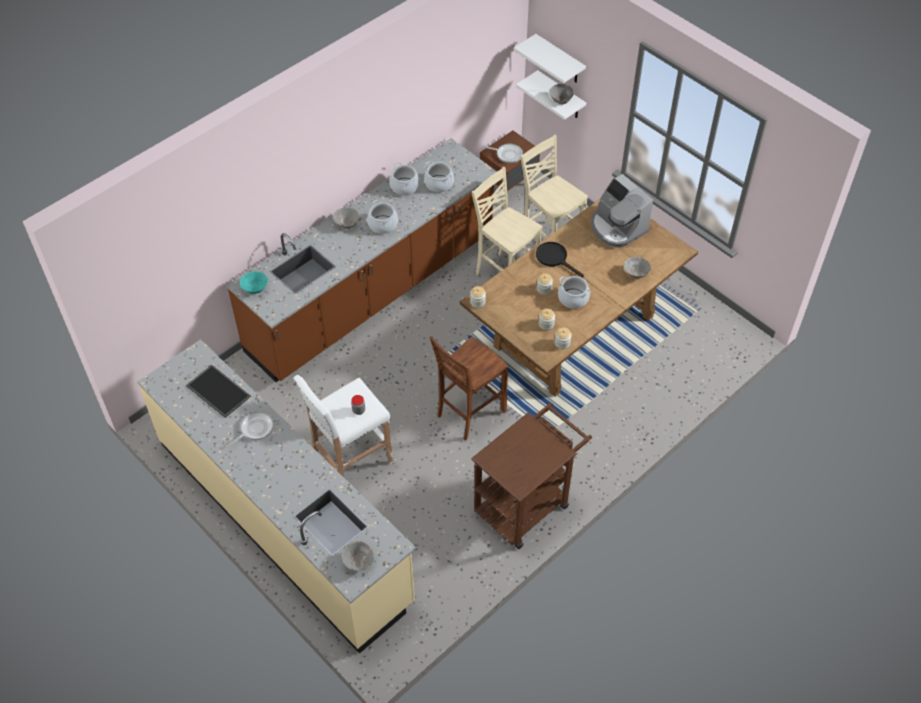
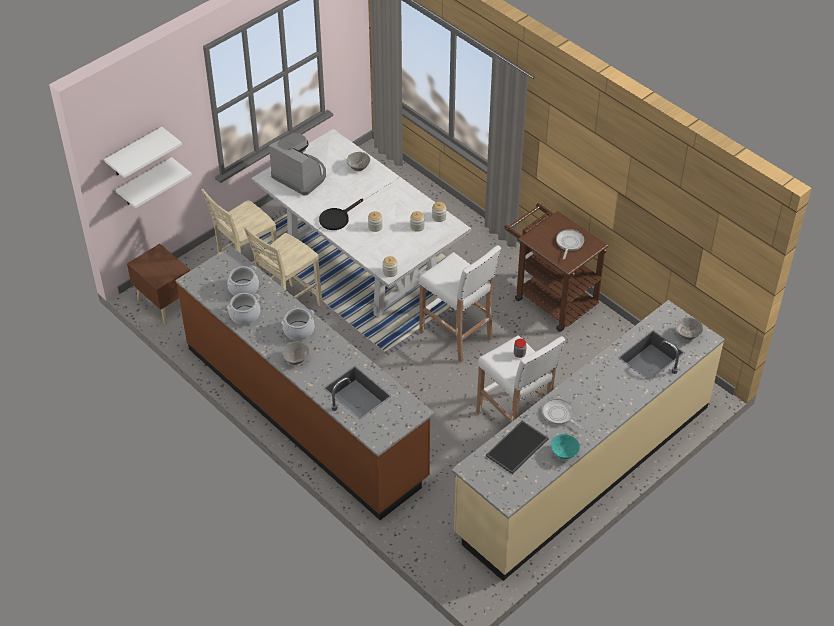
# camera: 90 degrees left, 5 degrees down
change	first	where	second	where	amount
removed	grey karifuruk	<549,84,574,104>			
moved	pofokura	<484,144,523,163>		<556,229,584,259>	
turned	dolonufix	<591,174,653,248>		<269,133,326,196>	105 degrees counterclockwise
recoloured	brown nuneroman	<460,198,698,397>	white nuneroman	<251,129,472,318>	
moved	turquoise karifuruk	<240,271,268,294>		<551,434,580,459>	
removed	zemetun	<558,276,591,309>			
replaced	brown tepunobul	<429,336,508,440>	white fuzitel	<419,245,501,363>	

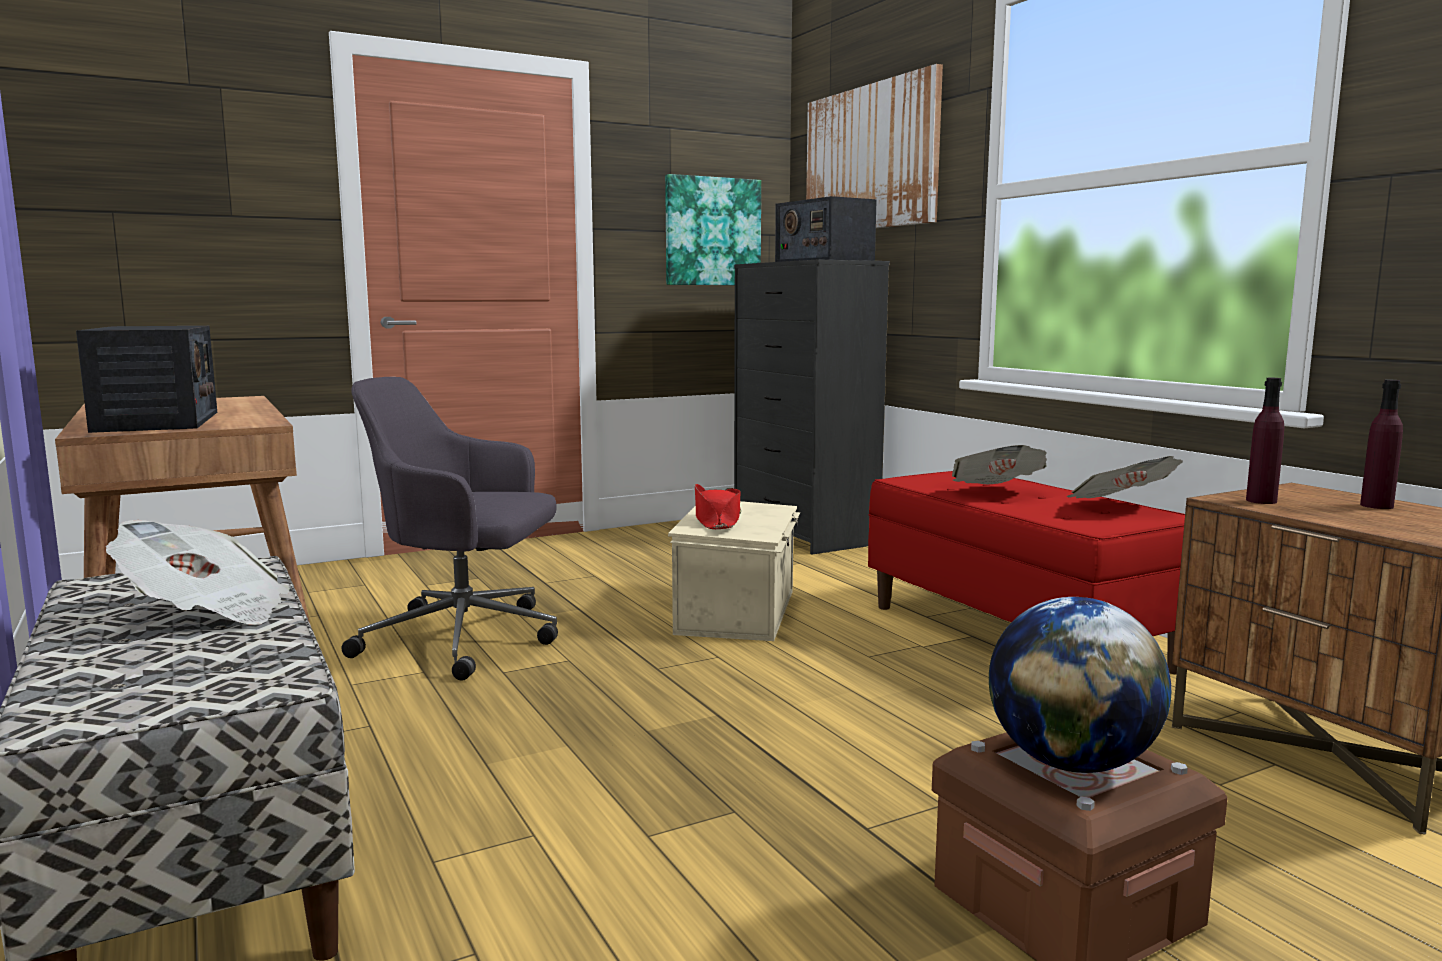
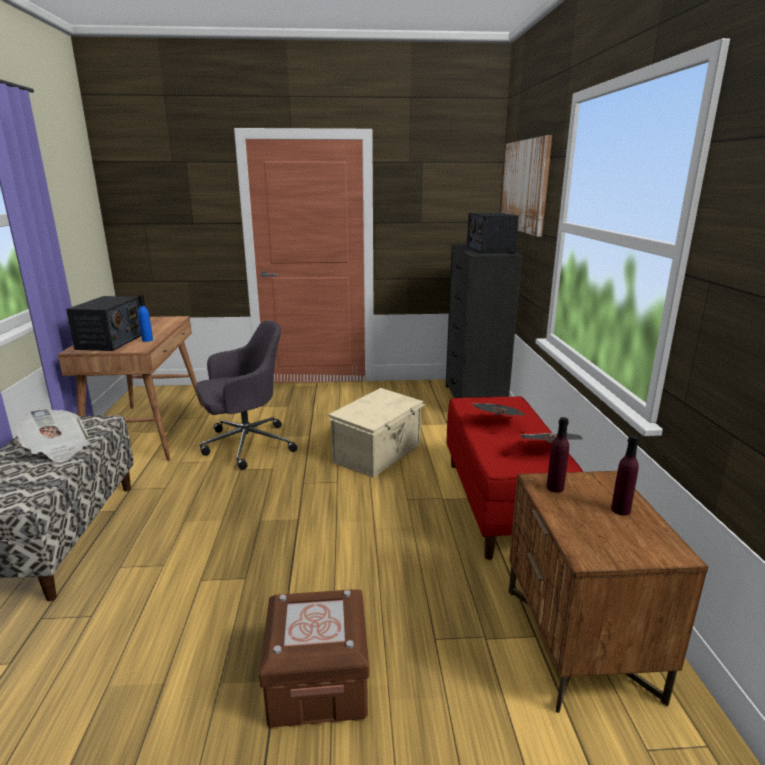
# camera: 25 degrees right, 10 degrees up
change	first	where	second	where	amount
removed	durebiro	<665,174,761,285>			
turned	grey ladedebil	<341,377,558,681>		<196,320,297,470>	120 degrees clockwise
removed	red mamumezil	<695,484,741,529>			
removed	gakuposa	<989,597,1171,773>			
added			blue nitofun	<138,295,153,342>	

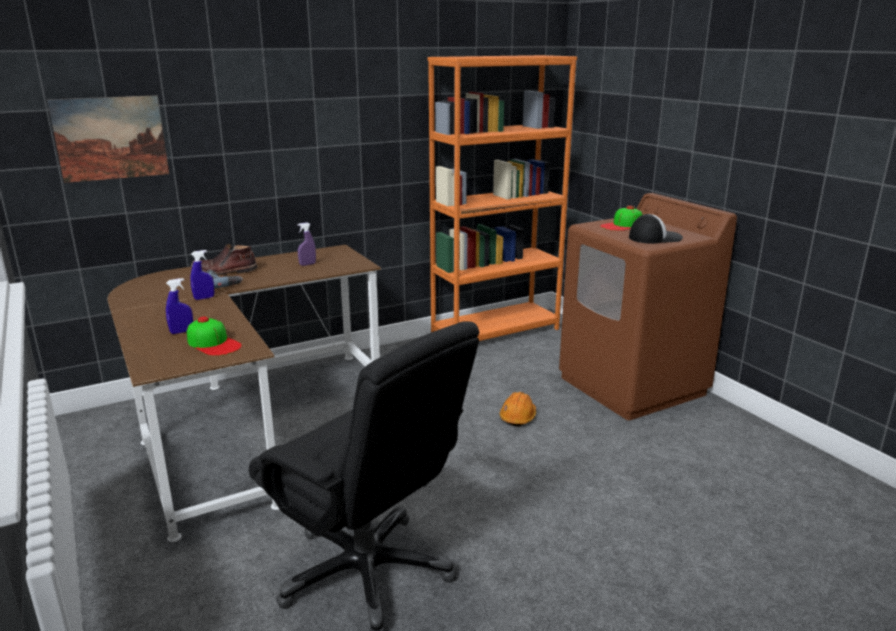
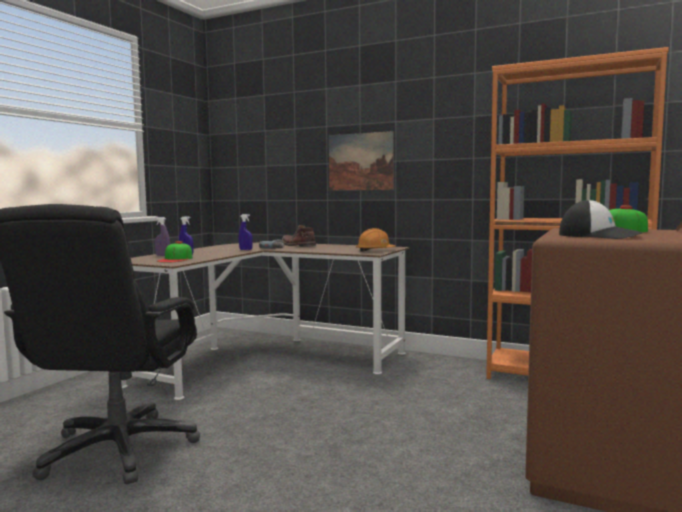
# camera: 55 degrees right, 15 degrees down
change	first	where	second	where	amount
moved	durebiro	<47,96,169,183>		<329,131,394,191>	
moved	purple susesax	<298,223,316,266>		<155,217,170,256>	
moved	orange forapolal	<500,392,536,426>		<356,228,396,252>	

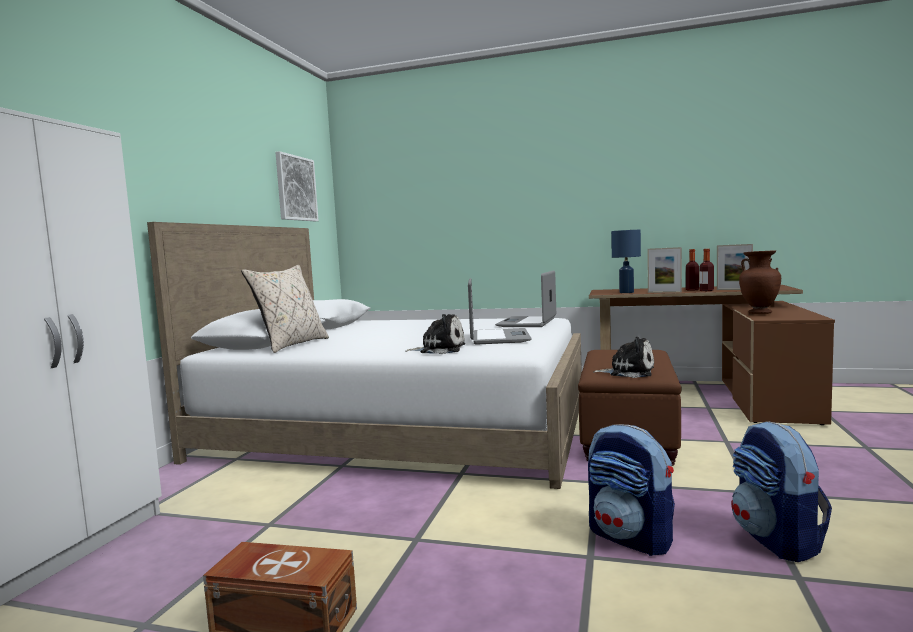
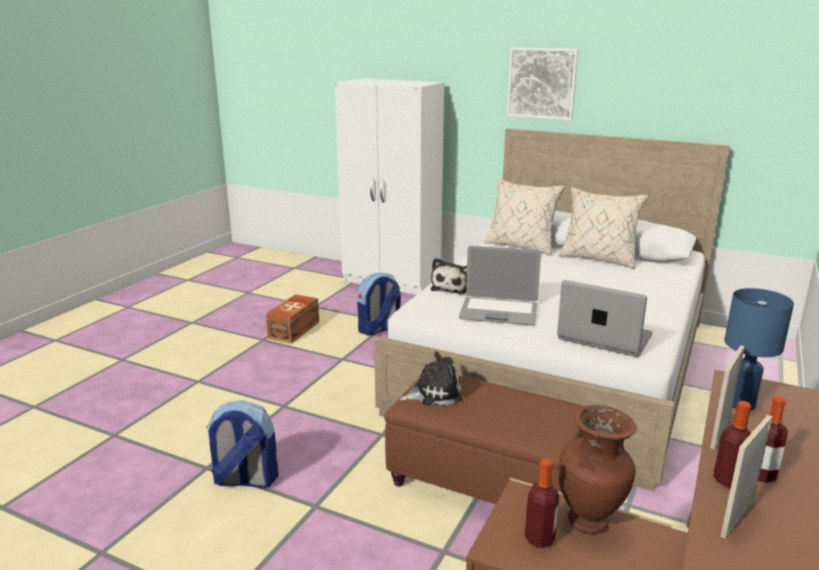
# camera: 100 degrees right, 15 degrees up
change	first	where	second	where	amount
moved	durebiro	<275,151,319,221>		<507,47,579,120>	
turned	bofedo	<593,337,654,378>		<400,351,463,405>	135 degrees counterclockwise
moved	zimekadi	<588,424,675,556>		<357,273,401,336>	
added			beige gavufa	<558,187,648,269>	
added			nitofun	<525,458,559,548>	

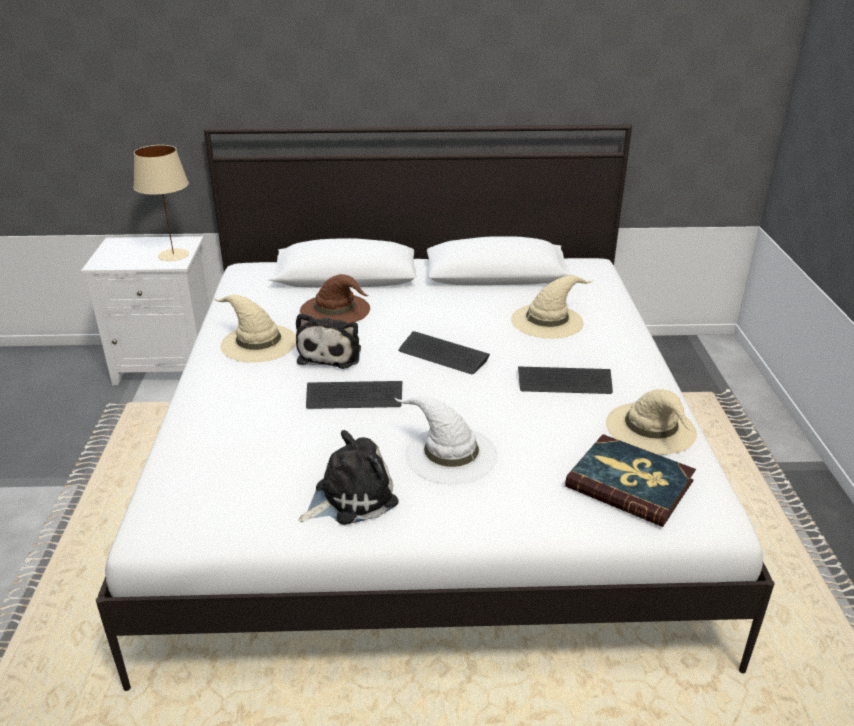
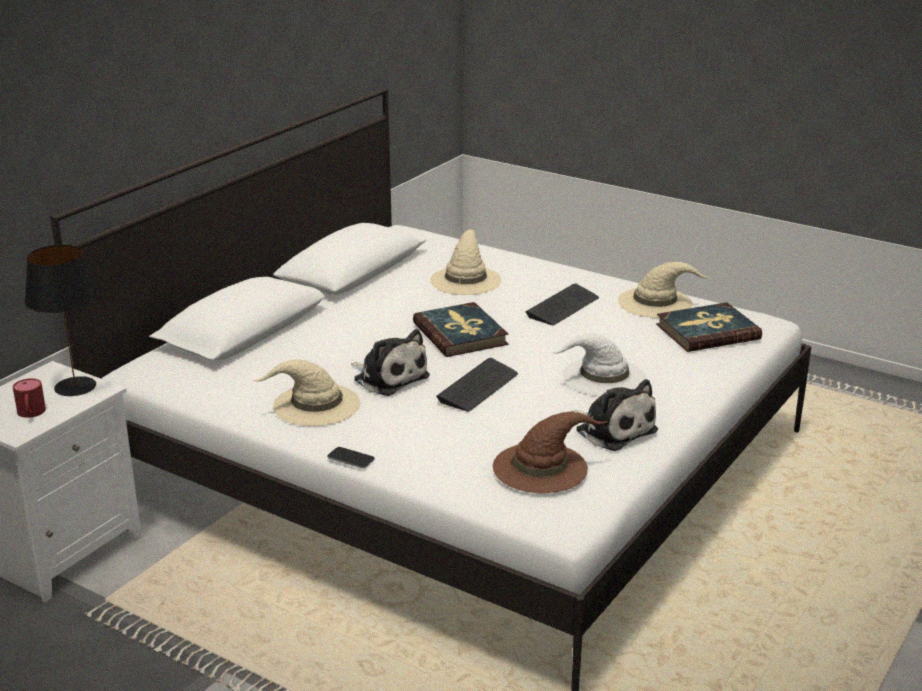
# camera: 55 degrees left, 5 degrees down
change	first	where	second	where	amount
recoloured	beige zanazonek	<133,145,189,261>	black zanazonek	<25,245,98,396>	
moved	brown mamumezil	<300,274,370,323>		<493,412,608,494>	
replaced	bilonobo	<399,331,490,374>	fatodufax	<413,302,508,357>	
turned	bofedo	<299,430,398,525>		<571,379,658,451>	135 degrees clockwise
added			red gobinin	<13,378,46,418>	
added			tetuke	<327,447,375,468>	

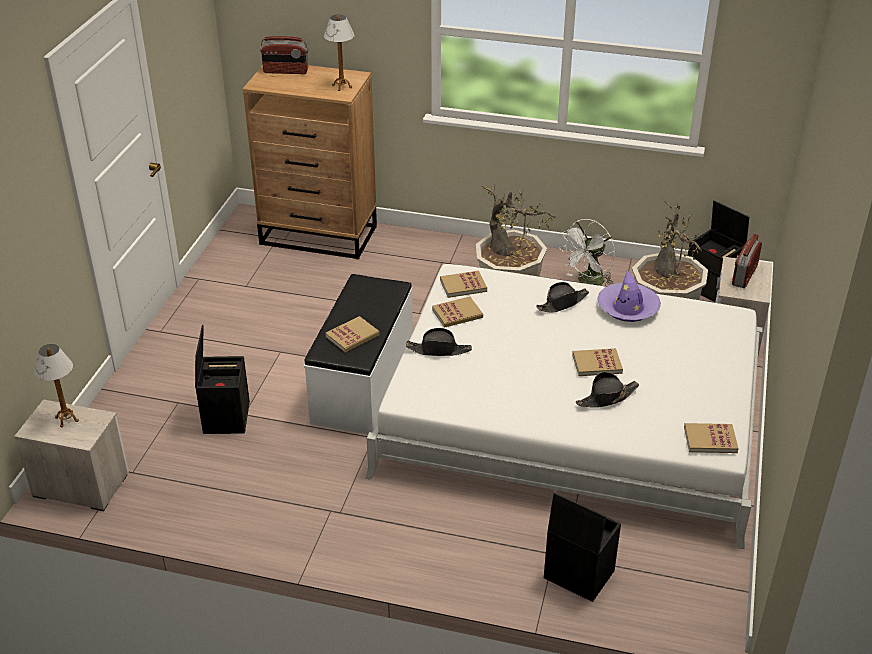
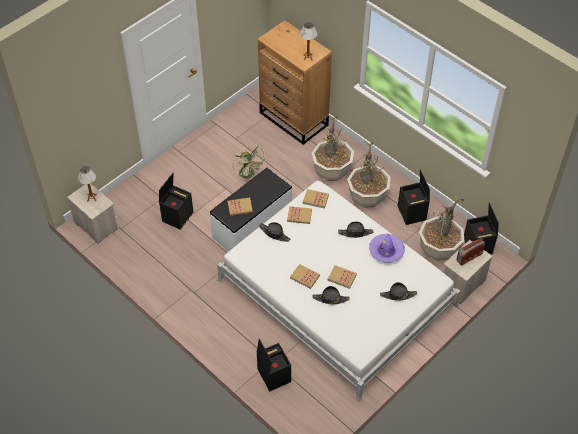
# camera: 30 degrees right, 15 degrees up
change	first	where	second	where	amount
removed	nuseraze	<260,36,308,74>			
replaced	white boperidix	<560,219,615,287>	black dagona	<398,169,430,225>	
moved	fatodufax	<684,423,739,453>		<290,264,320,289>	
added			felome	<312,115,354,181>	
added			green boperidix	<233,145,265,182>	
added			black mamumezil	<380,282,417,300>	

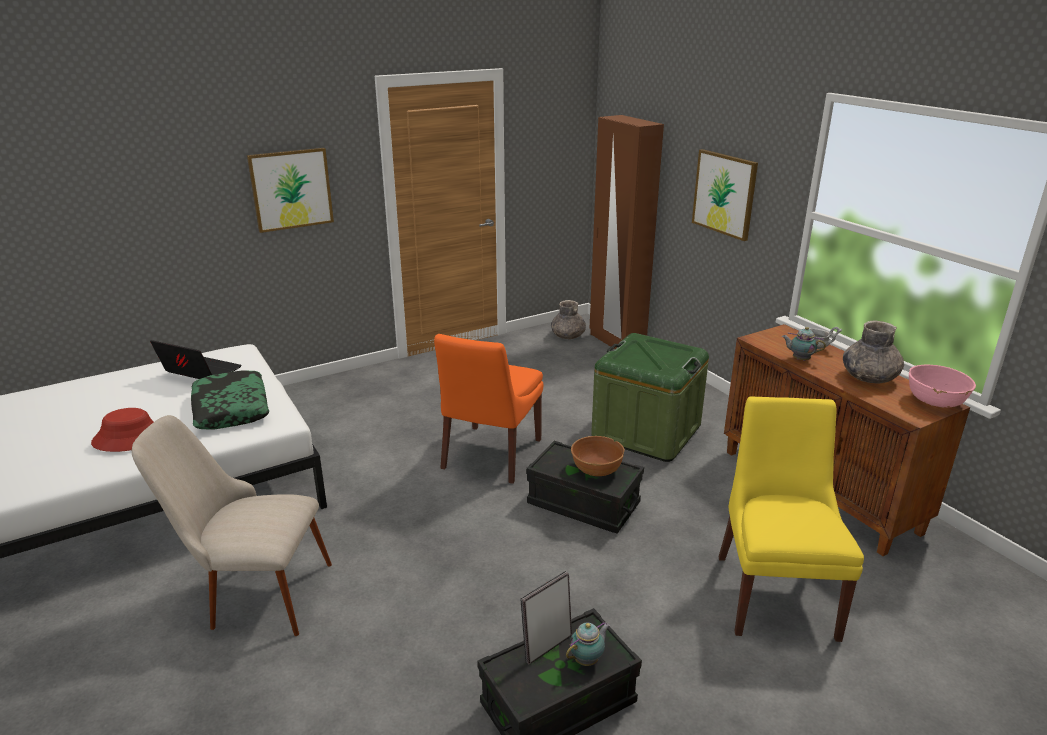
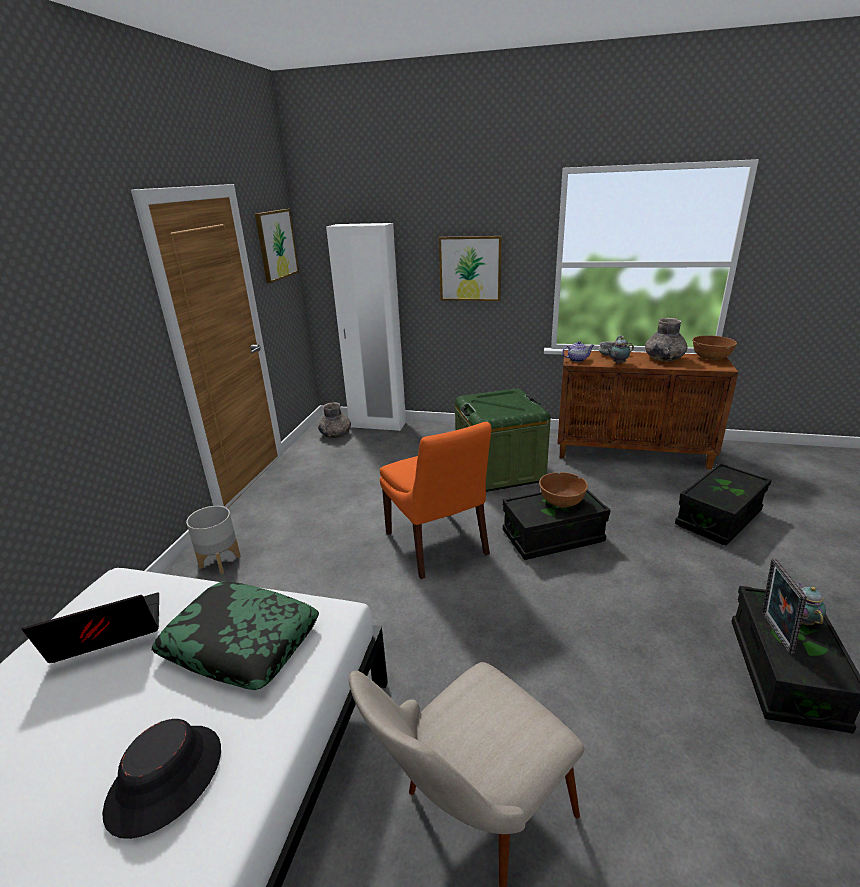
# camera: 45 degrees left, 0 degrees up
change	first	where	second	where	amount
recoloured	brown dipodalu	<590,115,664,349>	white dipodalu	<326,223,406,431>	
moved	durebiro	<247,148,334,233>		<255,209,299,283>	
recoloured	pink karifuruk	<909,365,976,408>	brown karifuruk	<692,335,737,360>	
replaced	yellow tepunobul	<719,396,864,642>	black dagona	<675,462,772,545>	
recoloured	red mamumezil	<91,408,154,452>	black mamumezil	<102,719,221,839>	
added			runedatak	<562,341,594,362>	
added			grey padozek	<186,506,241,574>	

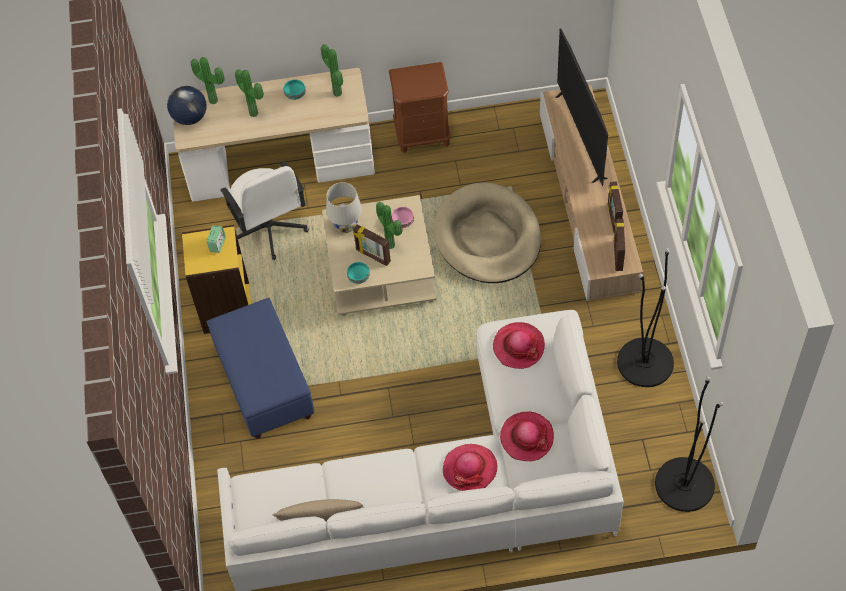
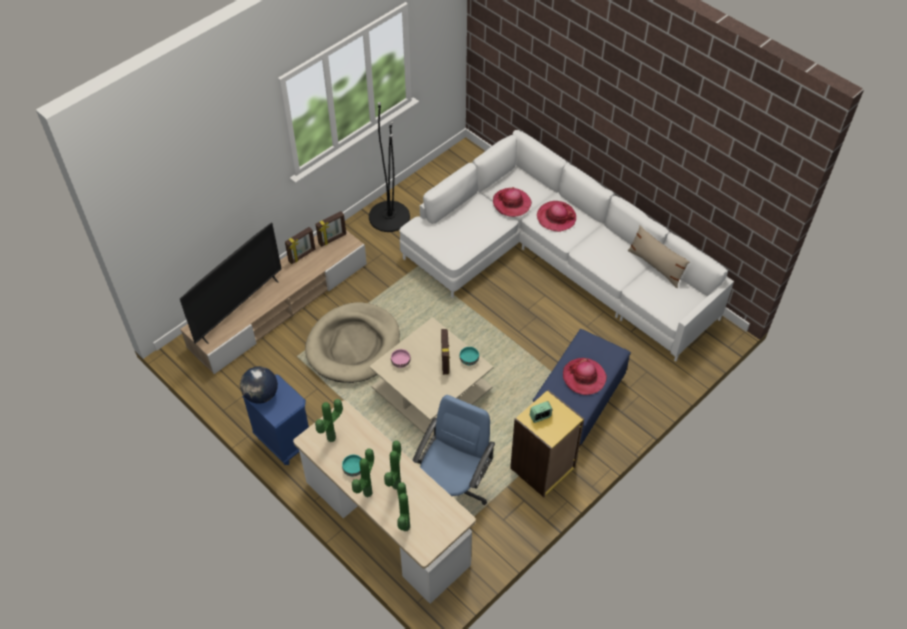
# camera: 130 degrees left, 5 degrees down
change	first	where	second	where	amount
recoloured	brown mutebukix	<389,62,451,153>	blue mutebukix	<242,375,309,465>	
moved	gakuposa	<167,86,207,125>		<240,366,278,404>	
recoloured	white ladedebil	<220,162,309,260>	blue ladedebil	<412,395,495,505>	
removed	white zanazonek	<326,182,362,233>			
moved	felome	<376,202,402,249>		<352,448,374,497>	
moved	mamumezil	<493,322,545,369>		<563,358,607,395>	
removed	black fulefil	<655,376,723,512>			

